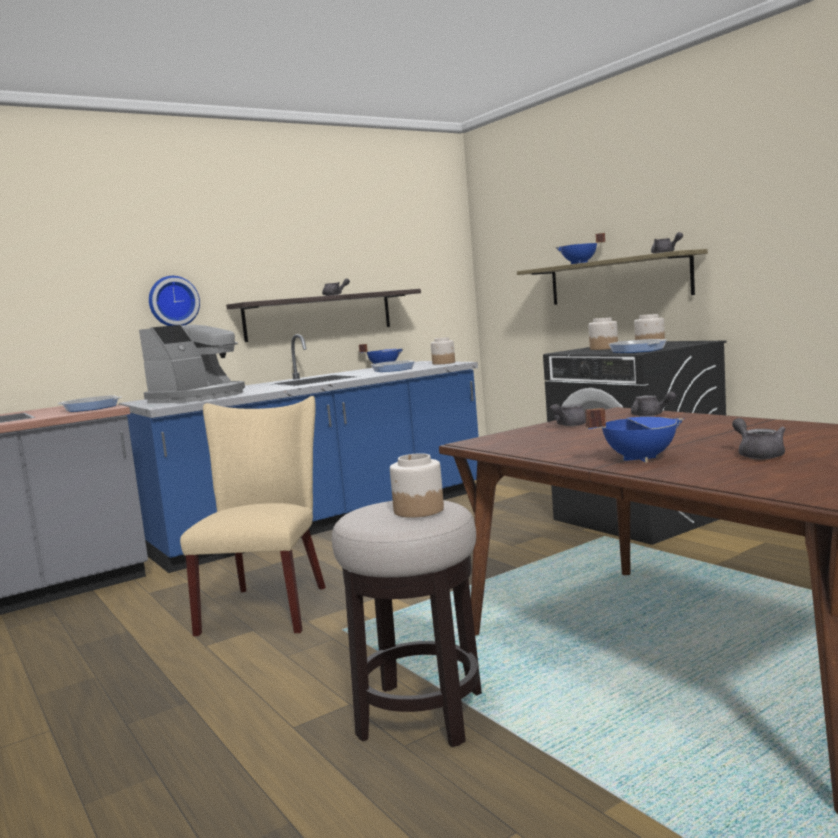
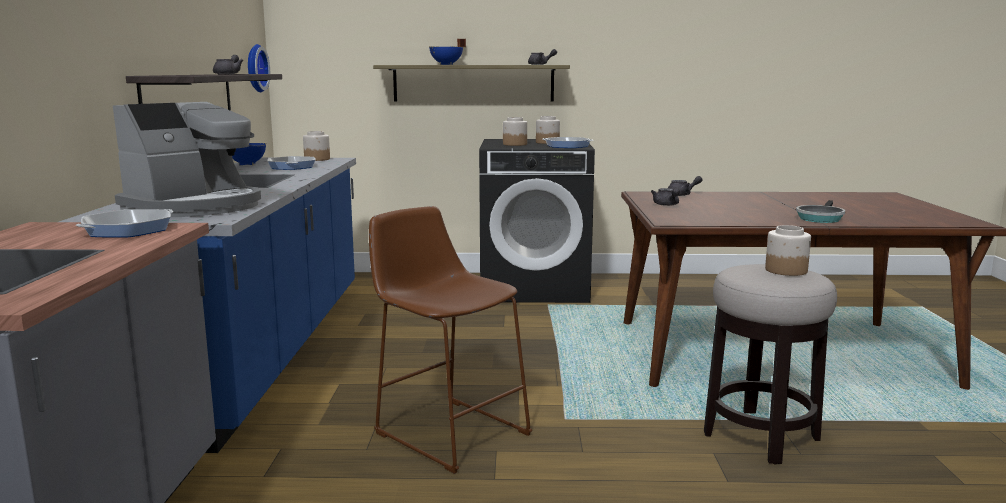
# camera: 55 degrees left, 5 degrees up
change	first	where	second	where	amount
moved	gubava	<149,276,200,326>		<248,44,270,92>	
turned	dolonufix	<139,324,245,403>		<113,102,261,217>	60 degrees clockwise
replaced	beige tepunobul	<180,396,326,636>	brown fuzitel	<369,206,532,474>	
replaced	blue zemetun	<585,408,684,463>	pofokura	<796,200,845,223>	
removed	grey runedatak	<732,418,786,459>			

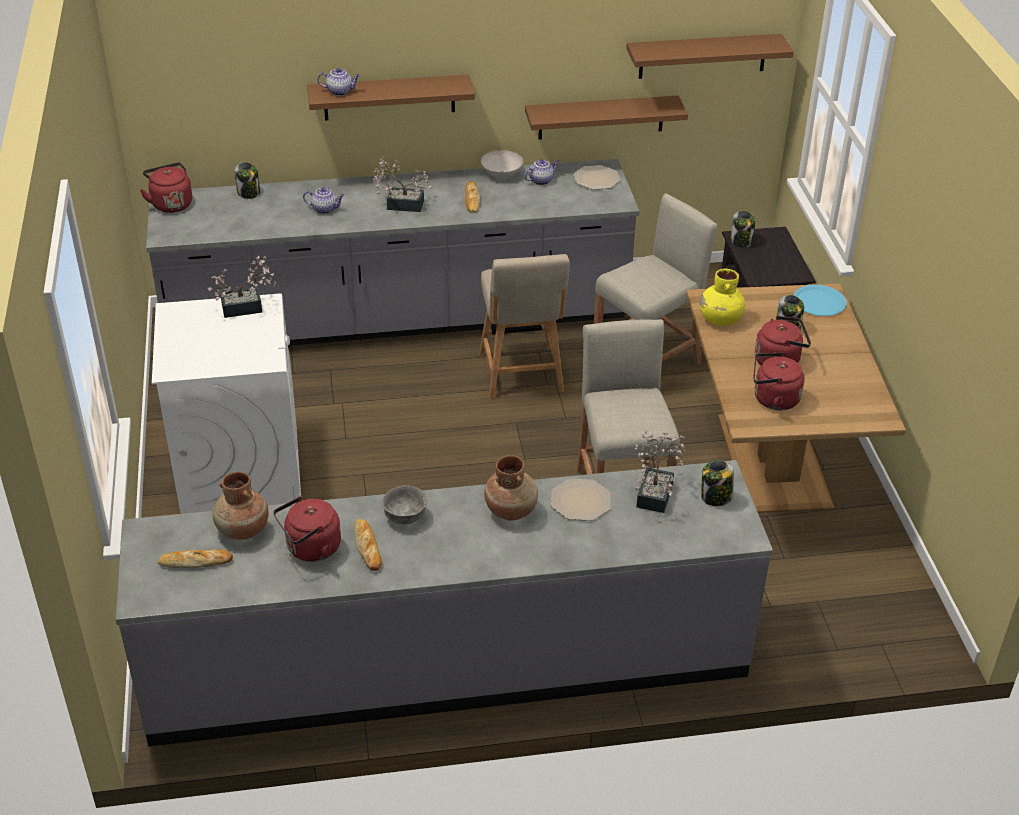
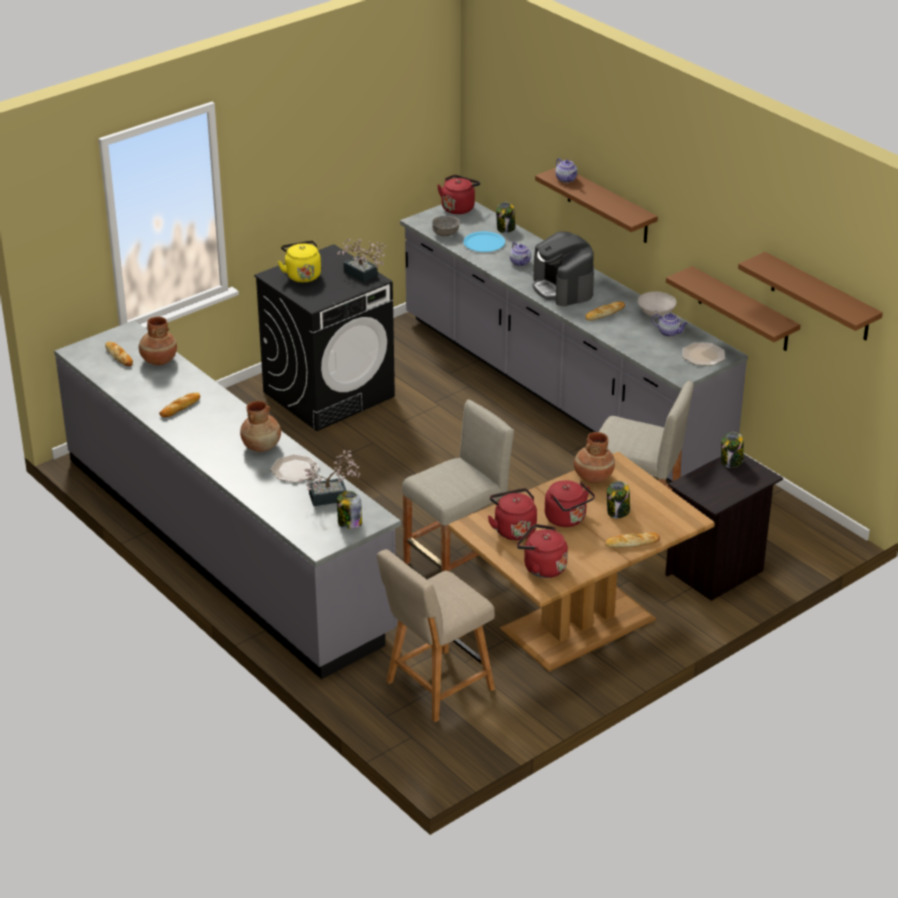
# camera: 60 degrees right, 5 degrees down
change	first	where	second	where	amount
replaced	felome	<373,156,432,212>	dolonufix	<533,231,594,306>	
moved	beige tepunobul	<479,254,570,399>		<377,549,495,722>	
recoloured	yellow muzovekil	<700,269,745,326>	brown muzovekil	<574,432,615,483>	
moved	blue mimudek	<794,285,847,316>		<463,231,505,252>	
recoloured	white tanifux	<152,293,301,514>	black tanifux	<254,244,395,431>	
moved	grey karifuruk	<382,485,427,525>		<432,216,460,236>	
moved	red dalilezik	<273,496,341,562>		<517,524,568,578>	
added			yellow dalilezik	<278,240,321,283>	
added			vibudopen	<605,533,660,548>	

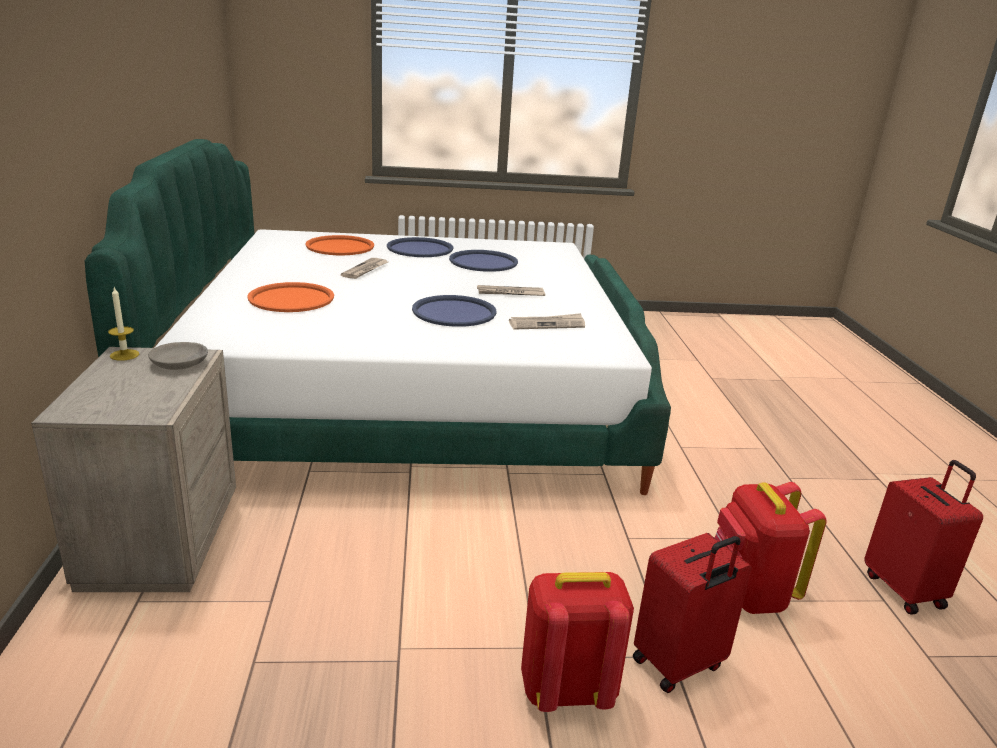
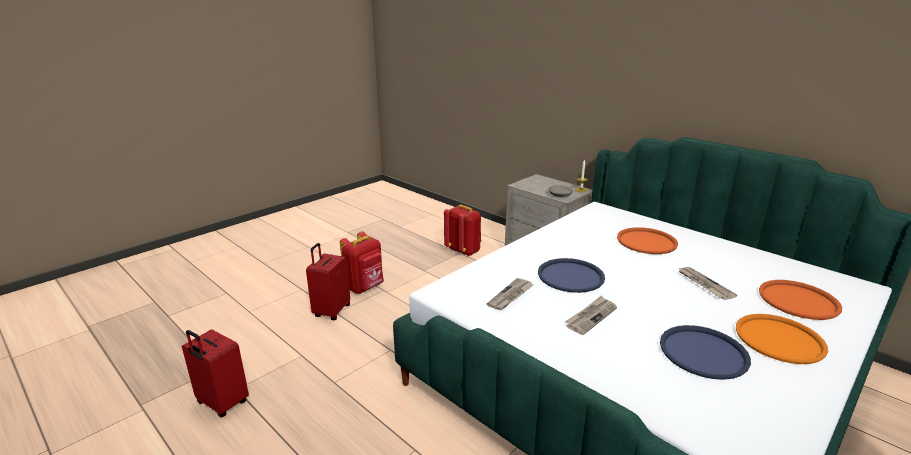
# camera: 140 degrees right, 0 degrees up
change	first	where	second	where	amount
recoloured	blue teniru	<387,237,453,257>	orange teniru	<736,314,828,364>	
moved	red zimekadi	<715,482,827,614>		<444,204,481,256>	

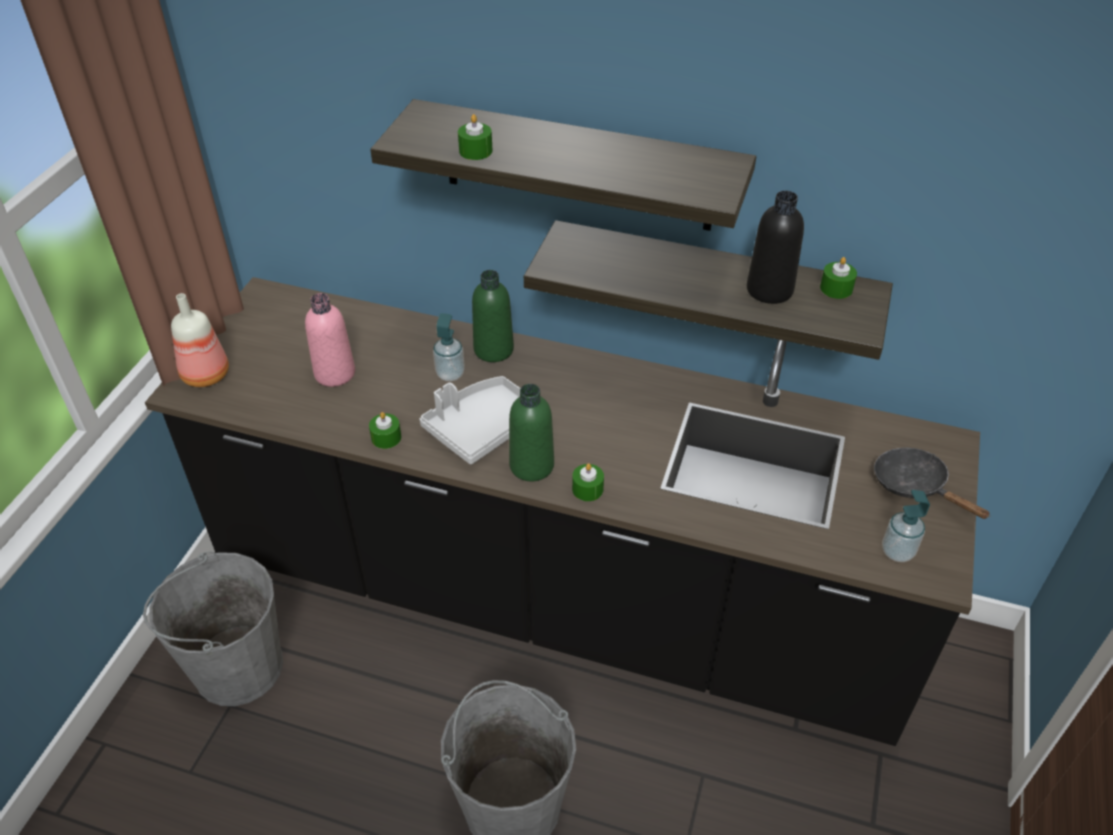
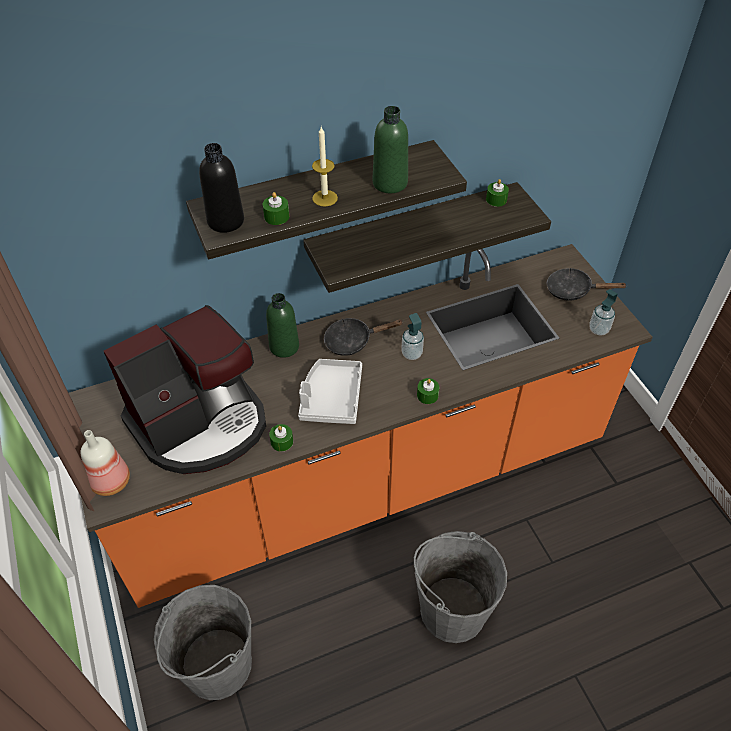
# camera: 40 degrees left, 5 degrees up
change	first	where	second	where	amount
moved	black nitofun	<747,191,804,304>		<199,143,244,233>	
recoloured	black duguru	<145,277,980,746>	orange duguru	<69,244,653,608>	
replaced	pink nitofun	<305,293,355,387>	dolonufix	<104,305,266,474>	
moved	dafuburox	<433,313,465,381>		<401,313,424,360>	
moved	green nitofun	<509,384,554,482>		<373,106,408,193>	
added			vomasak	<312,127,338,207>	
added			black pofokura	<324,318,404,356>	

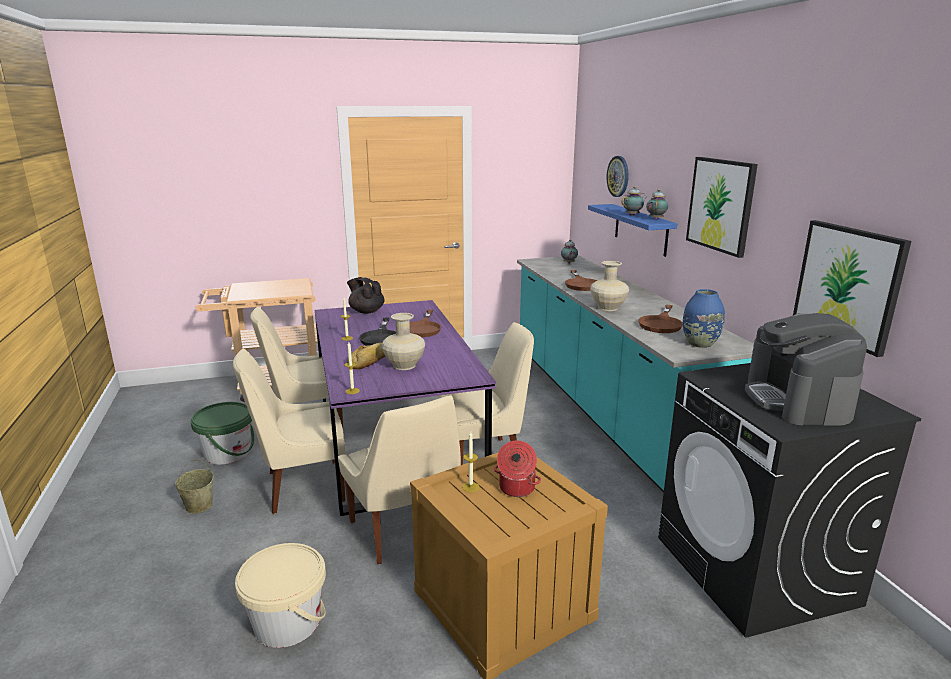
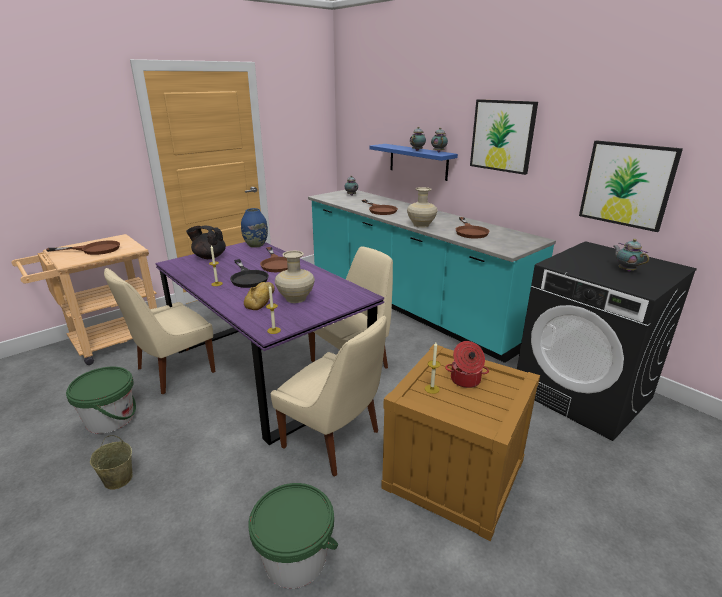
# camera: 25 degrees left, 5 degrees up
change	first	where	second	where	amount
removed	gubava	<607,156,629,197>			
moved	blue muzovekil	<683,289,725,348>		<241,208,268,248>	
replaced	dolonufix	<745,313,867,426>	runedatak	<614,239,649,272>	
removed	beige tepunobul	<233,349,345,514>			
recoloured	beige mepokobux	<235,543,326,648>	green mepokobux	<248,483,338,588>	
added			brown pofokura	<46,241,120,255>	

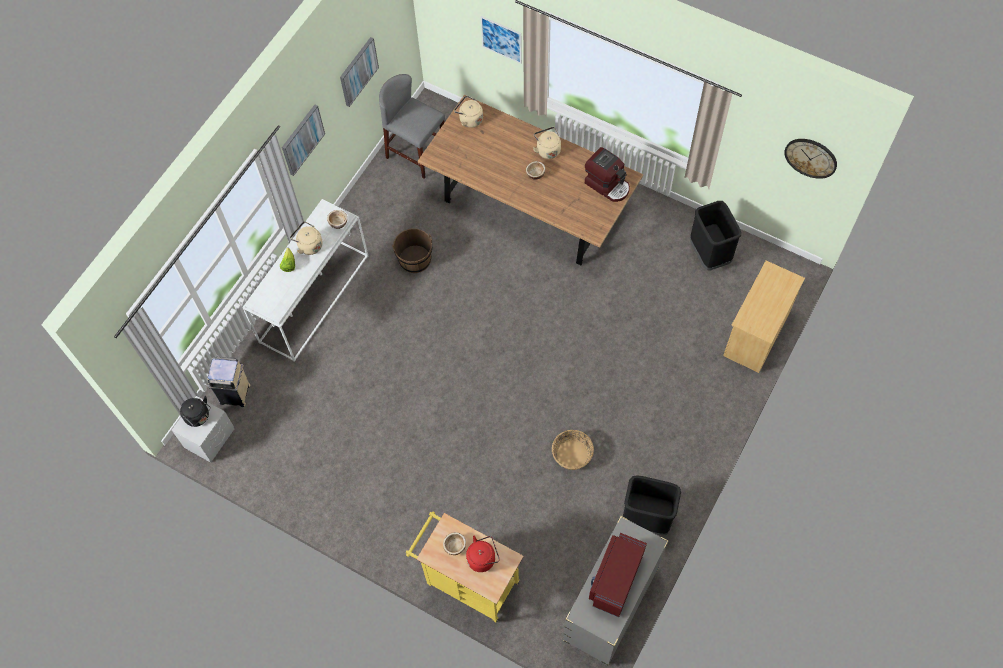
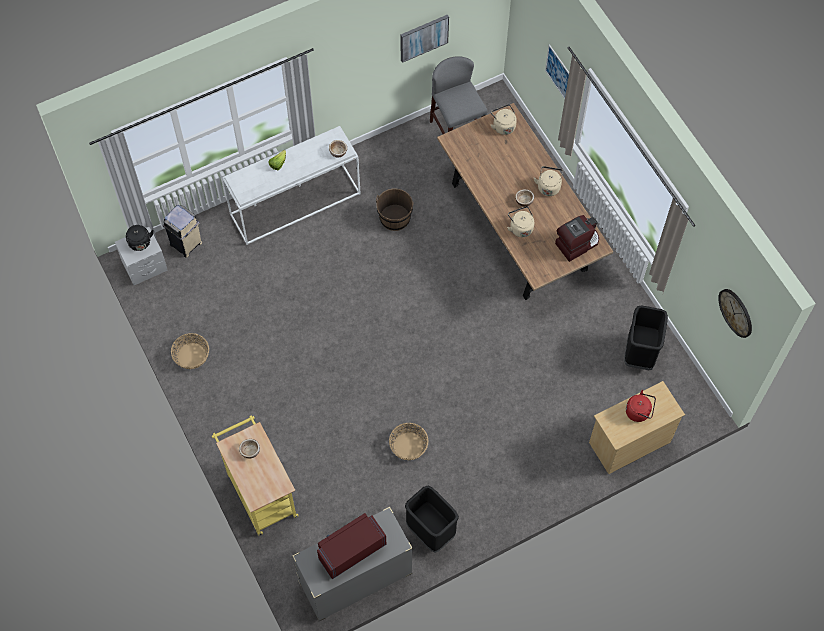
# camera: 30 degrees right, 0 degrees up
change	first	where	second	where	amount
removed	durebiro	<282,105,325,176>			
turned	dolonufix	<585,147,630,202>		<555,215,599,262>	105 degrees counterclockwise
moved	beige dalilezik	<290,221,323,255>		<507,206,534,237>	
moved	red dalilezik	<466,535,500,572>		<626,390,656,422>	
added			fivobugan	<171,333,209,369>	

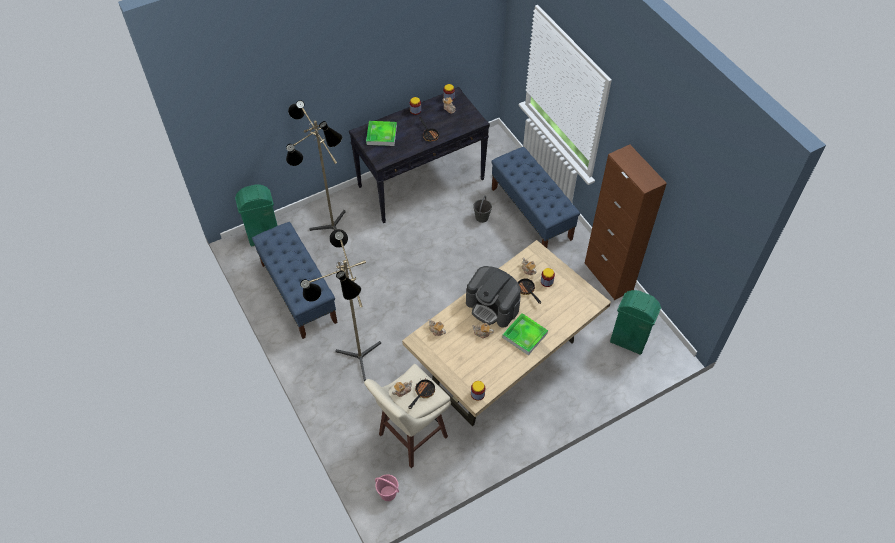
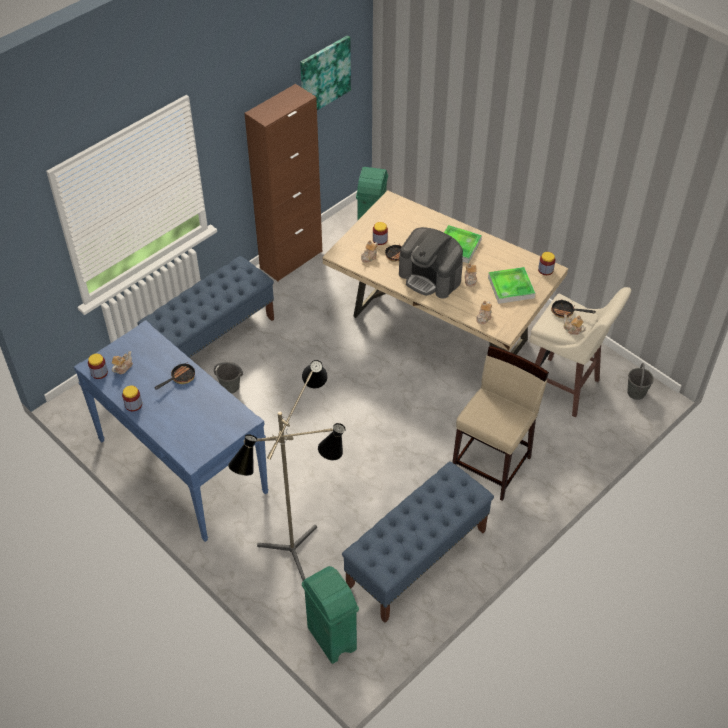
# camera: 105 degrees left, 5 degrees down
change	first	where	second	where	amount
recoloured	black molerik	<349,87,490,223>	blue molerik	<74,320,269,542>	
moved	teniru	<366,121,397,146>		<488,267,535,304>	
replaced	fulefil	<300,229,381,381>	beige fuzitel	<452,346,549,501>	
turned	dolonufix	<466,266,521,328>		<399,227,463,299>	105 degrees clockwise
recoloured	pink mepokobux	<375,474,399,501>	grey mepokobux	<627,363,654,400>	
added			durebiro	<300,35,351,110>	

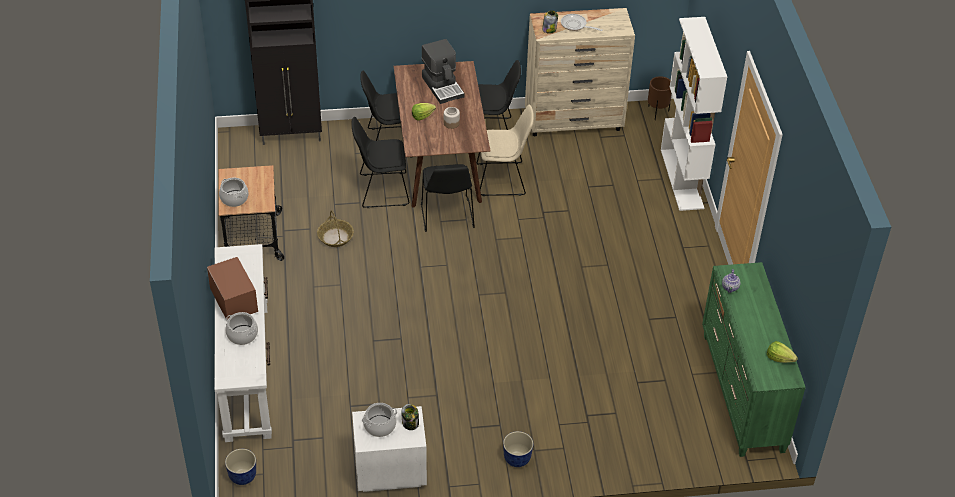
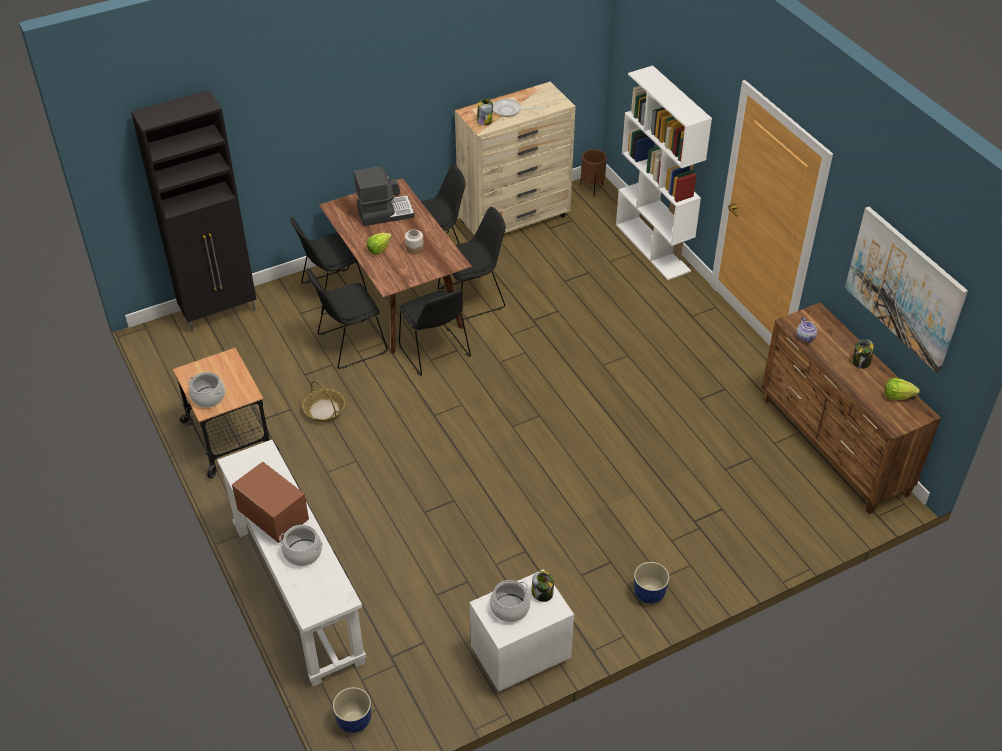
# camera: 20 degrees left, 0 degrees up
change	first	where	second	where	amount
turned	dolonufix	<422,39,465,104>		<354,166,415,226>	60 degrees counterclockwise
recoloured	beige tepunobul	<477,104,534,196>	black tepunobul	<438,207,506,321>	
recoloured	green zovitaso	<702,262,806,457>	brown zovitaso	<761,303,941,514>	
added			durebiro	<845,207,968,373>	
added			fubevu	<853,339,874,369>	

